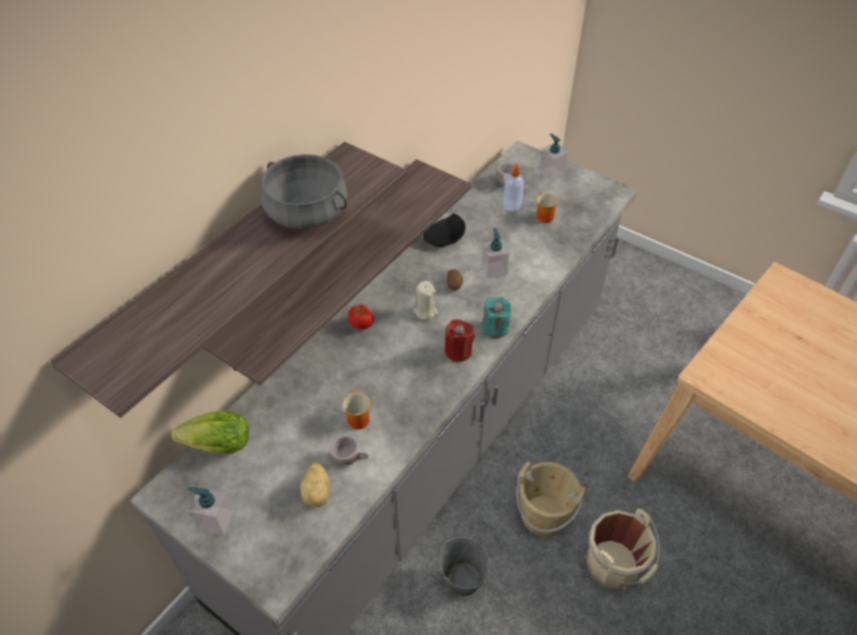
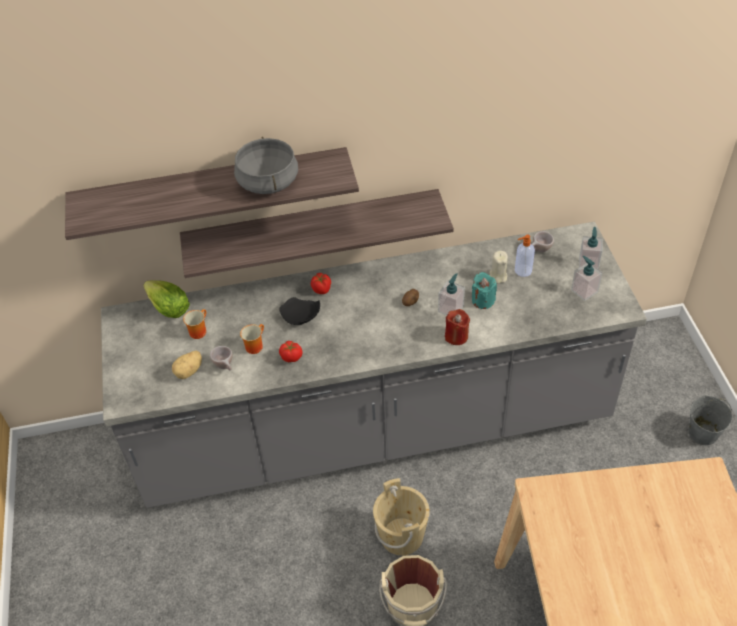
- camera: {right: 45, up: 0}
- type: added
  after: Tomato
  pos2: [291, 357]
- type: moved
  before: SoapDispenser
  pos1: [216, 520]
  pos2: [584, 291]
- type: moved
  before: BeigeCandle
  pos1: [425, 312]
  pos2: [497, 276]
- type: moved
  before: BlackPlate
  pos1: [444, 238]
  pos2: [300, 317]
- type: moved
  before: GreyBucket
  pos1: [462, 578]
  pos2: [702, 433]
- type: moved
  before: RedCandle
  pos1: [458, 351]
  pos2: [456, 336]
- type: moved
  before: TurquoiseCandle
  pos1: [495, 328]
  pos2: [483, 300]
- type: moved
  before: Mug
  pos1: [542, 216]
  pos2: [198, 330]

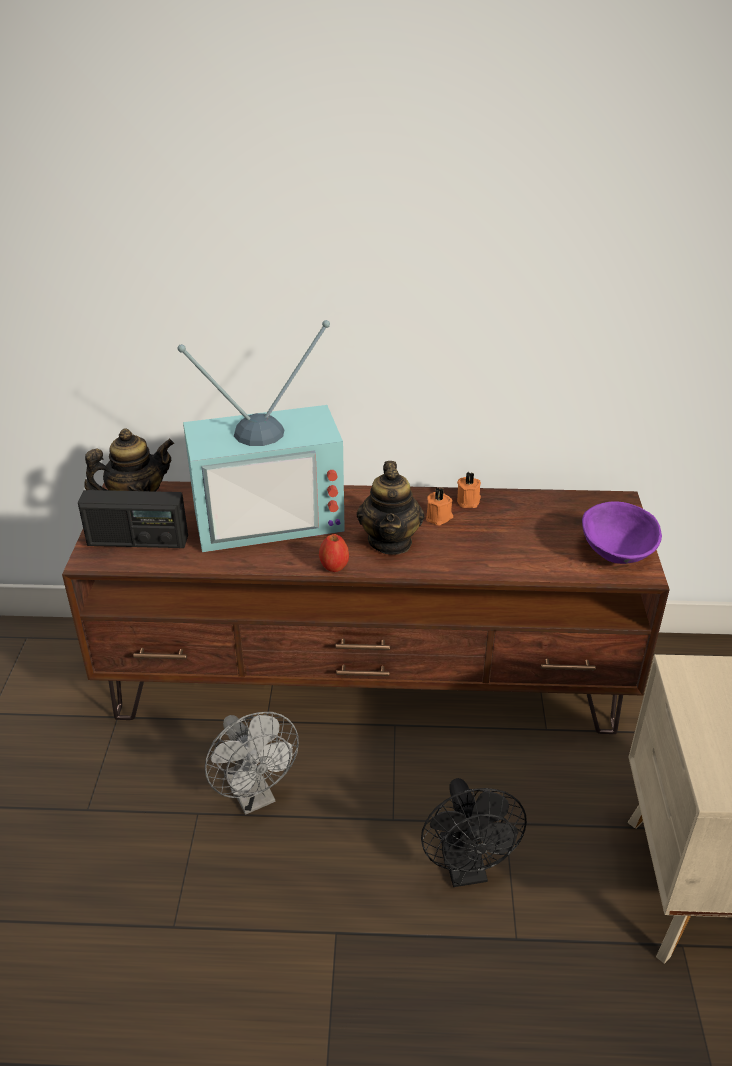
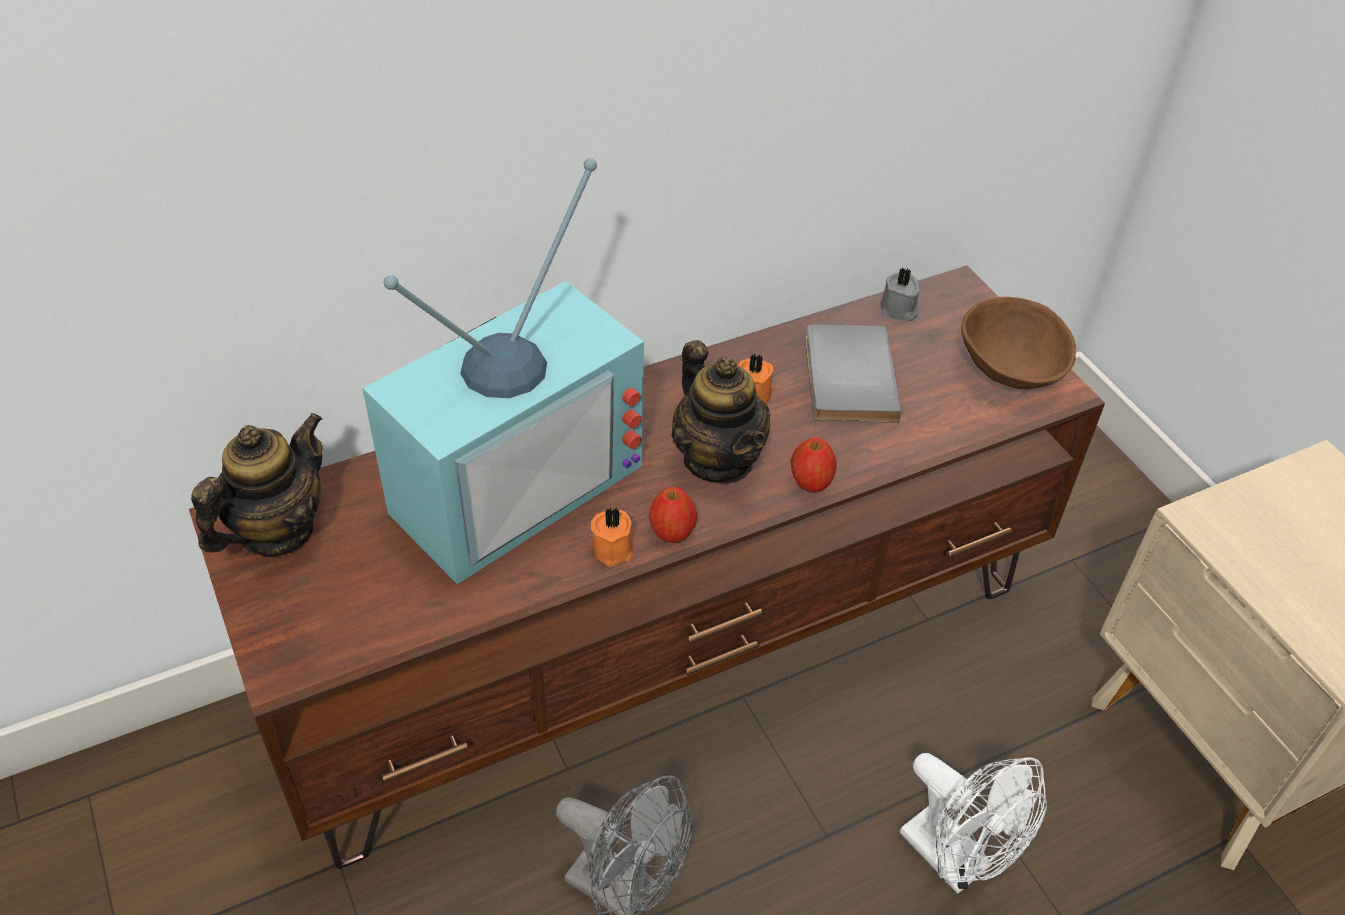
- camera: {right: -30, up: 10}
- type: removed
  before: Radio
  pos1: [137, 541]
- type: added
  after: Apple
  pos2: [810, 482]
- type: added
  after: GreyBook
  pos2: [845, 377]
- type: added
  after: GreyCandle
  pos2: [898, 310]
- type: moved
  before: OrangeCandle
  pos1: [469, 501]
  pos2: [614, 547]
- type: recoloured
  before: BlackFan
  after: WhiteFan
  pos1: [466, 869]
  pos2: [956, 860]
- type: recoloured
  before: PurpleBowl
  after: BrownBowl
  pos1: [616, 553]
  pos2: [1009, 370]

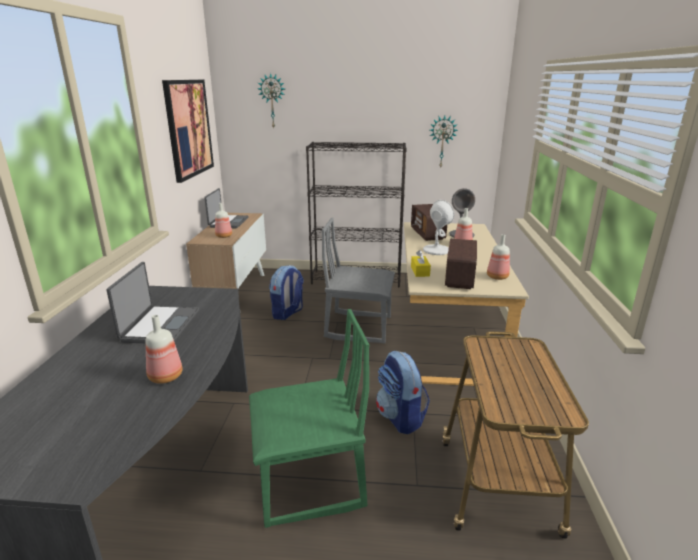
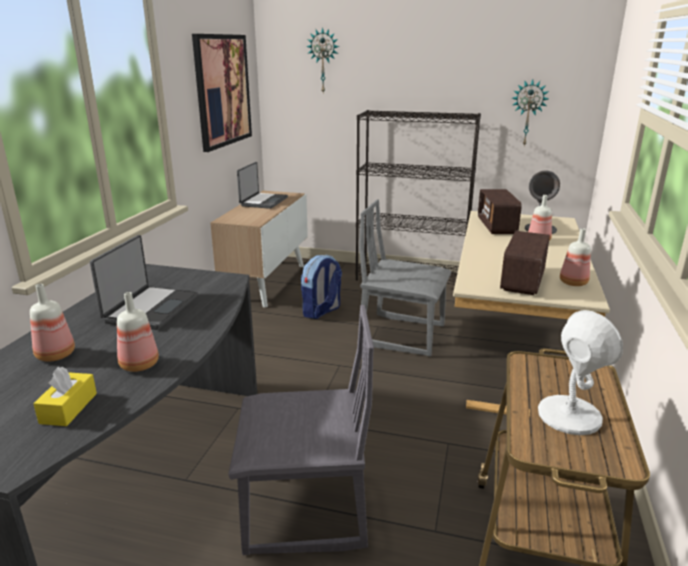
- camera: {right: 10, up: 0}
- type: removed
  before: Backpack
  pos1: [400, 417]
- type: moved
  before: Bottle
  pos1: [224, 236]
  pos2: [57, 355]
- type: moved
  before: YellowTissueBox
  pos1: [420, 271]
  pos2: [69, 408]
- type: moved
  before: WhiteTableLamp
  pos1: [436, 250]
  pos2: [568, 415]
- type: recoloured
  before: GreenChair
  after: GreyChair
  pos1: [309, 483]
  pos2: [305, 510]

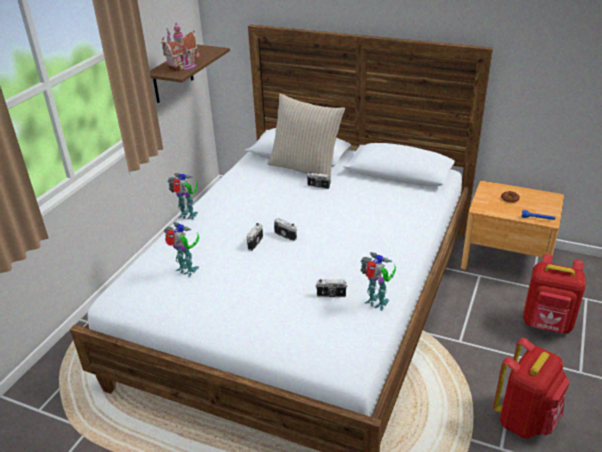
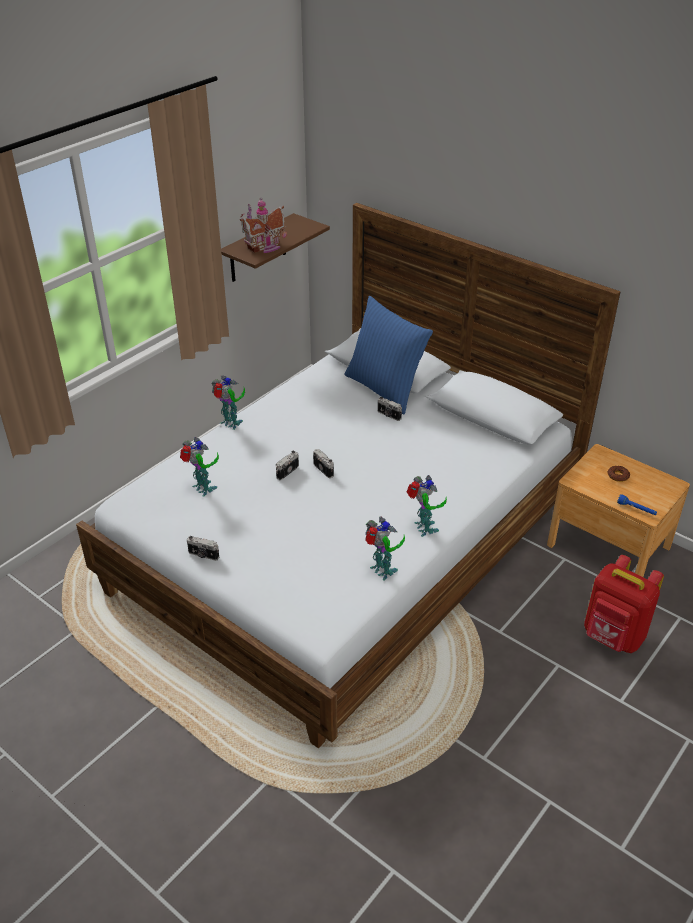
- camera: {right: 15, up: 5}
- type: removed
  before: RedBackpack
  pos1: [525, 419]
- type: added
  after: ToyRobot
  pos2: [424, 529]
- type: moved
  before: PhotoCamera
  pos1: [331, 295]
  pos2: [203, 555]
- type: recoloured
  before: BeigePillow
  after: BluePillow
  pos1: [305, 169]
  pos2: [385, 389]

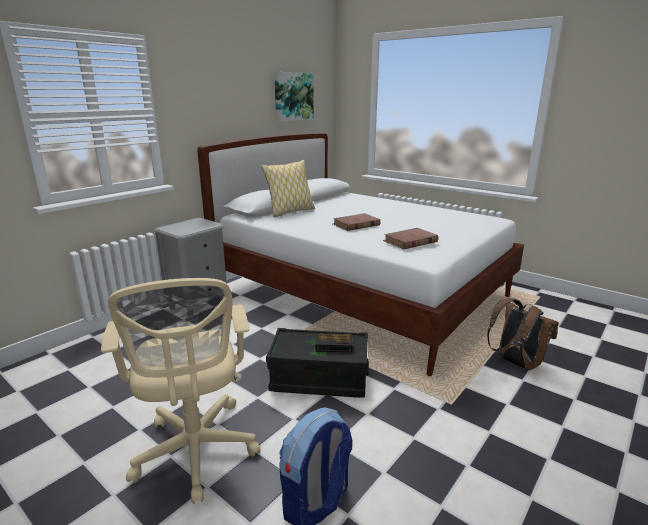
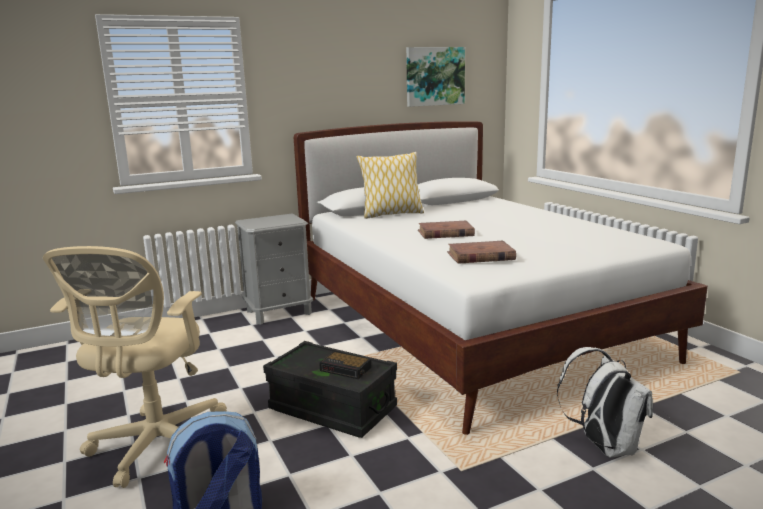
- camera: {right: 25, up: -5}
- type: recoloured
  before: BrownBackpack
  after: WhiteBackpack
  pos1: [515, 363]
  pos2: [604, 446]

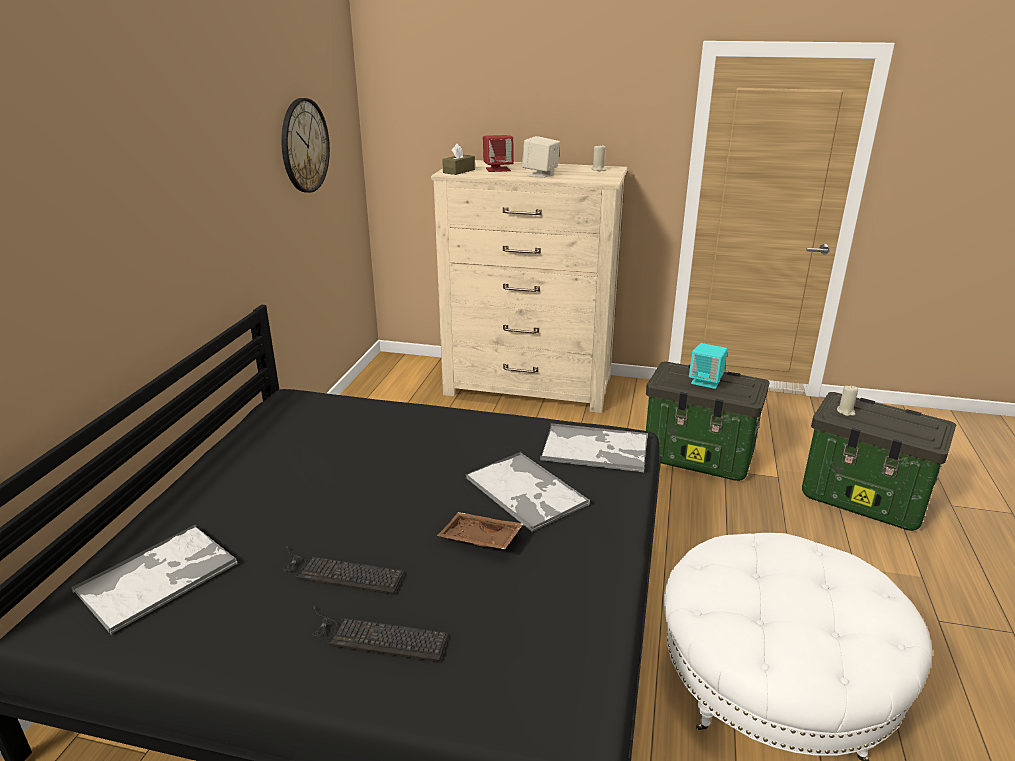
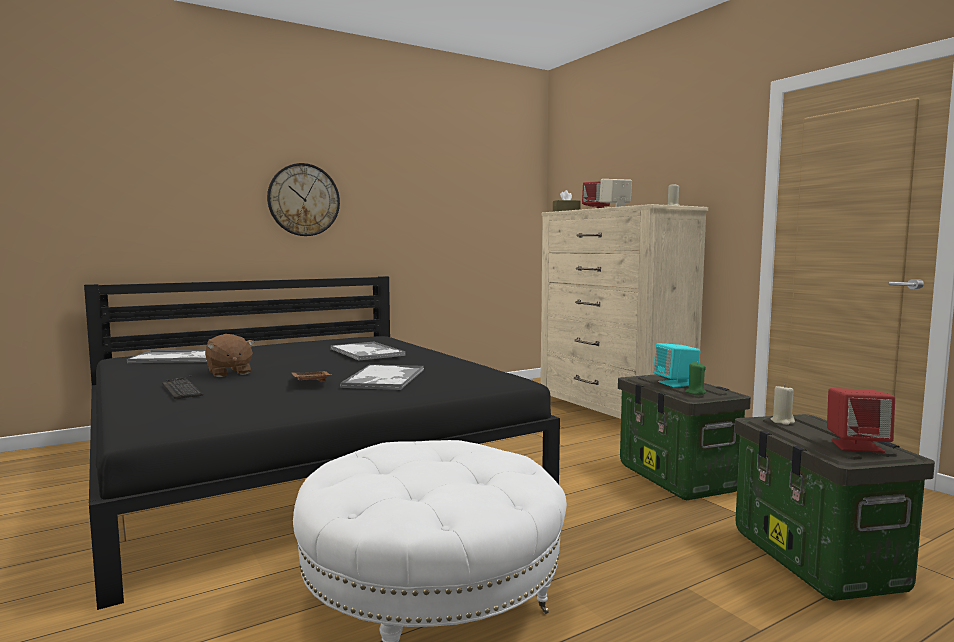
- camera: {right: 45, up: -20}
- type: added
  after: GreenCandle
  pos2: [695, 392]
- type: added
  after: RedSpeaker
  pos2: [856, 446]
- type: moved
  before: WallClock
  pos1: [304, 146]
  pos2: [303, 200]
- type: moved
  before: Tray
  pos1: [596, 449]
  pos2: [367, 352]
- type: replaced
  before: Keyboard
  after: BrownPlushToy
  pos1: [339, 572]
  pos2: [229, 373]

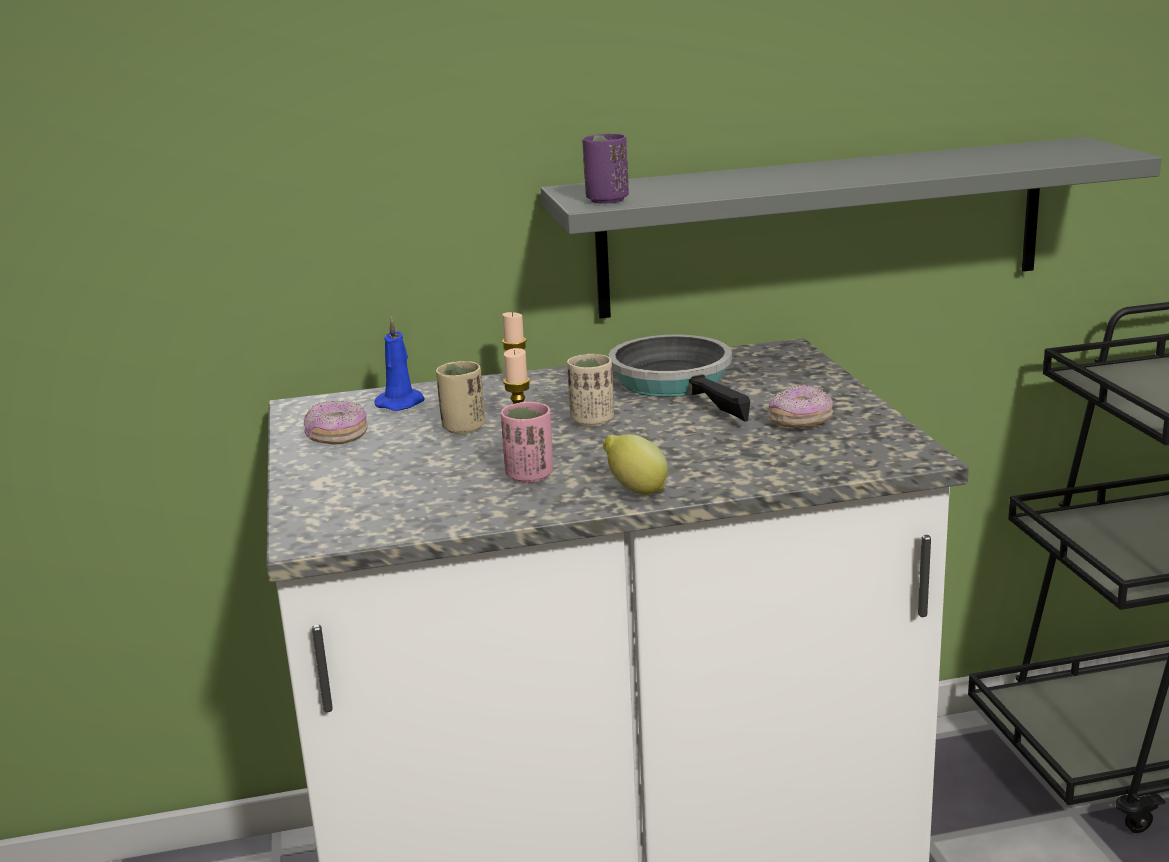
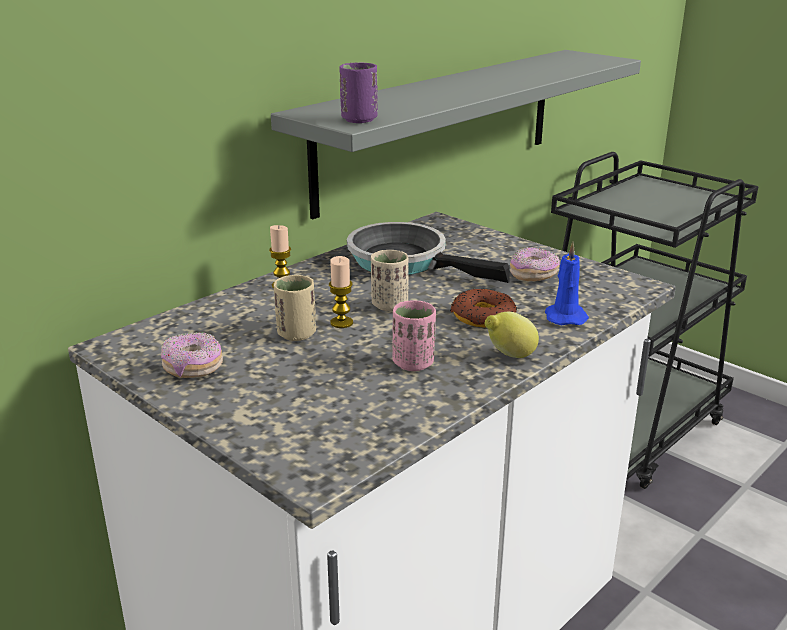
- camera: {right: -35, up: 5}
- type: added
  after: Donut
  pos2: [483, 316]
- type: moved
  before: BlueCandle
  pos1: [402, 403]
  pos2: [564, 316]

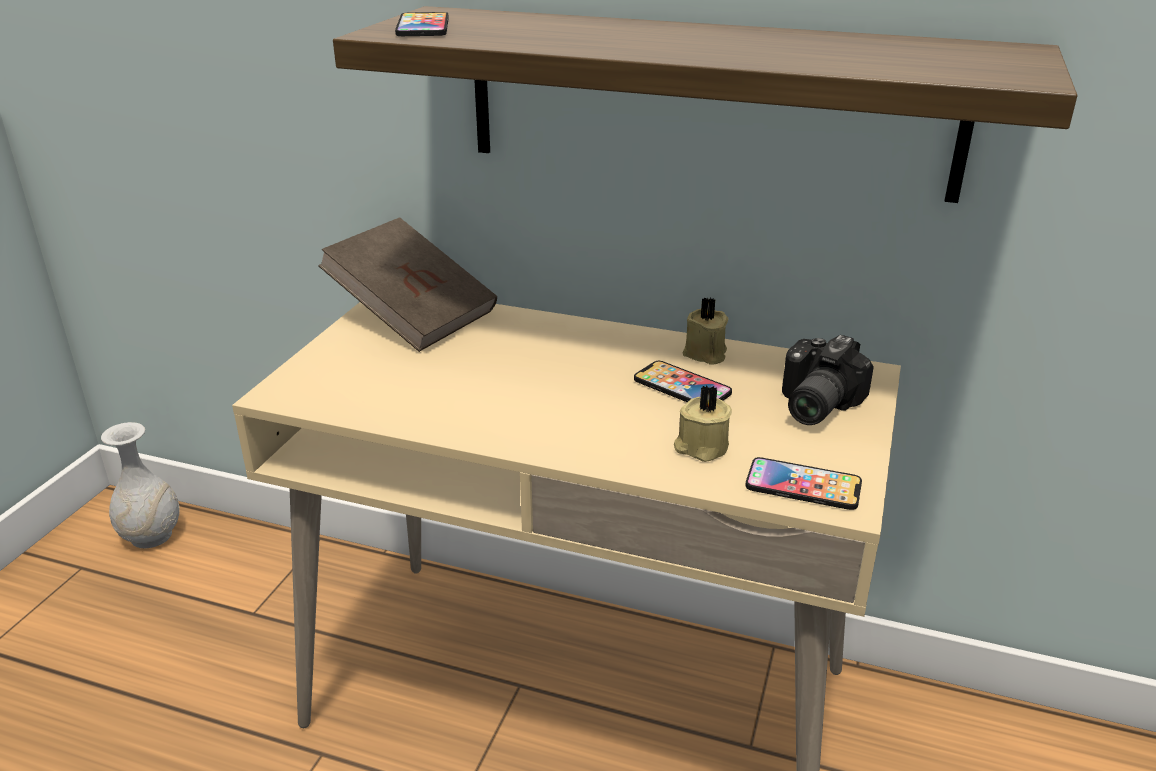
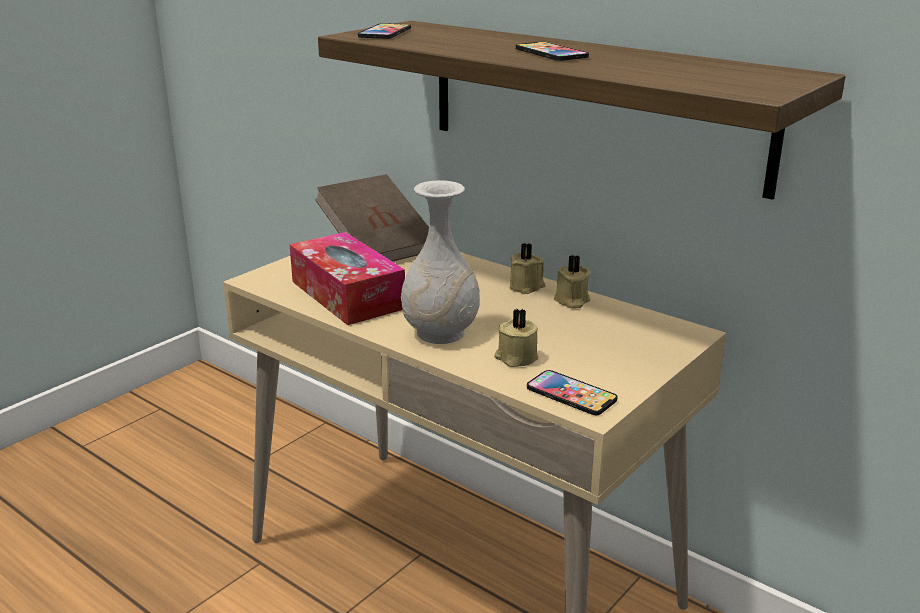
- camera: {right: 20, up: -5}
- type: removed
  before: PhotoCamera
  pos1: [812, 405]
- type: added
  after: TissueBox
  pos2: [347, 295]
- type: added
  after: BeigeCandle
  pos2: [527, 287]
- type: moved
  before: WhiteVase
  pos1: [152, 536]
  pos2: [441, 333]
- type: moved
  before: Phone
  pos1: [682, 387]
  pos2: [551, 53]

